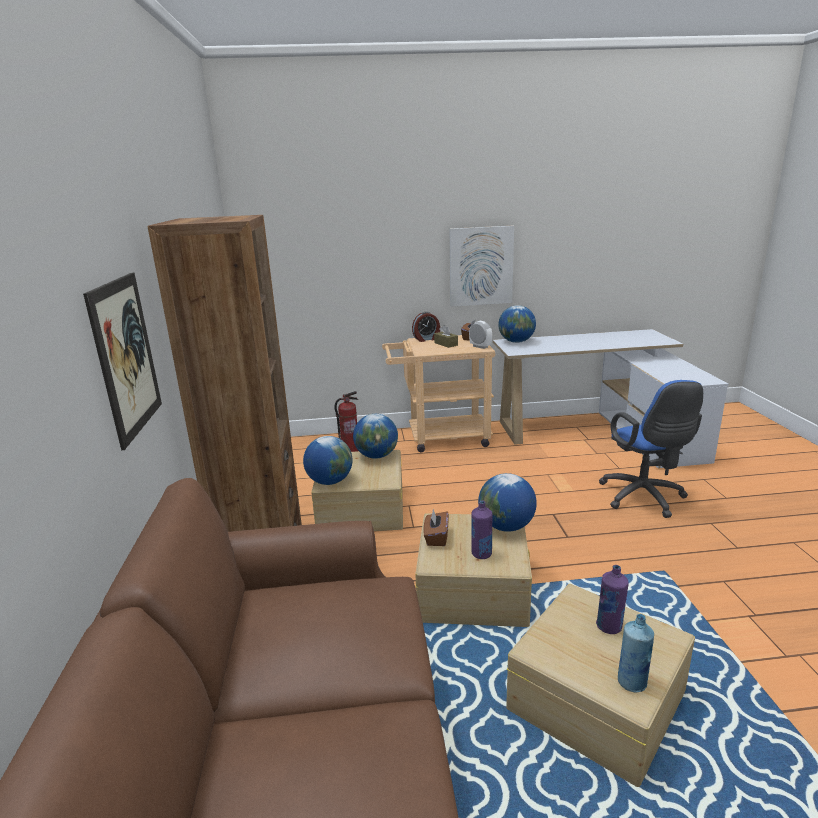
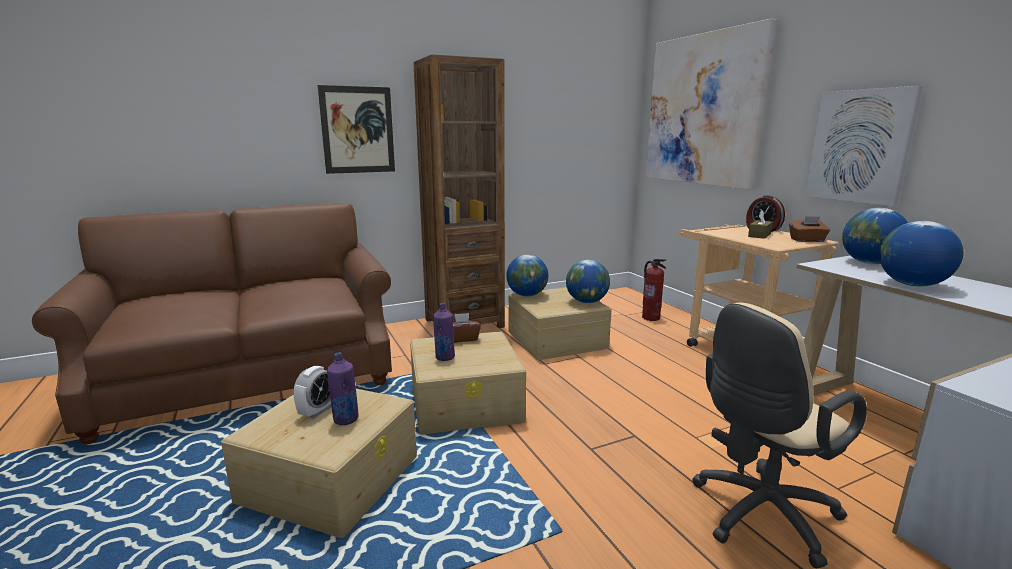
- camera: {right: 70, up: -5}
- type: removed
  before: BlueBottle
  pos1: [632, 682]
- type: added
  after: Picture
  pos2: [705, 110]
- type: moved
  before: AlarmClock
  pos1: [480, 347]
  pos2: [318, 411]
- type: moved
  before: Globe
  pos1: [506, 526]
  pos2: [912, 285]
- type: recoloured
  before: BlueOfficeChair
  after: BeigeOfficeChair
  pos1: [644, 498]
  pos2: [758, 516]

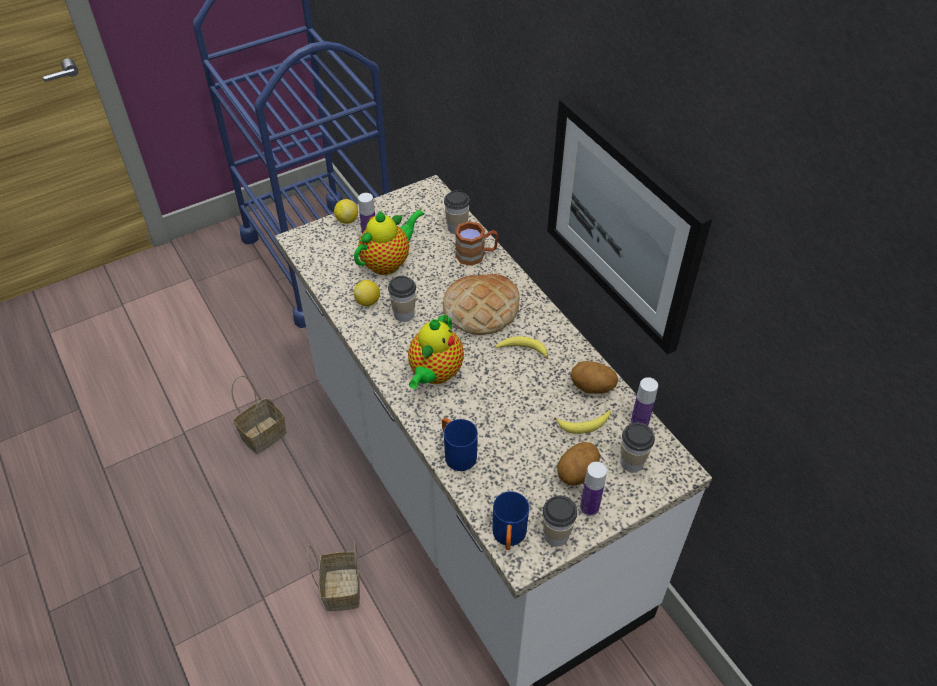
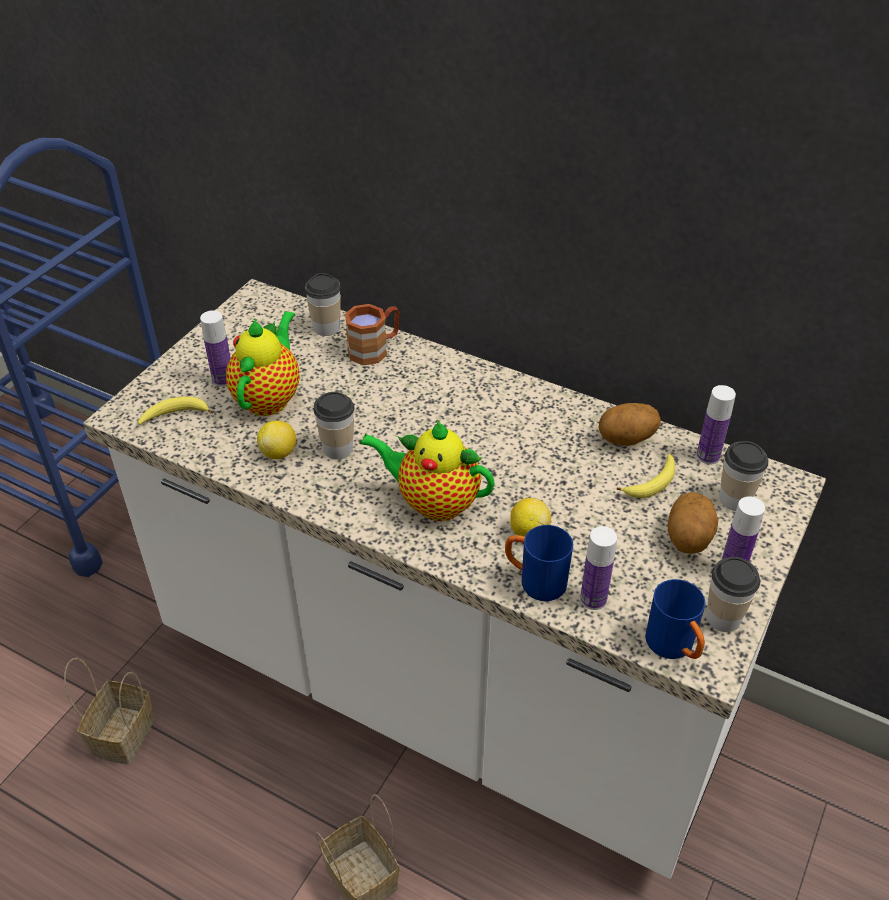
- camera: {right: -30, up: -5}
- type: removed
  before: Bread
  pos1: [481, 308]
- type: removed
  before: Picture
  pos1: [622, 224]
- type: added
  after: Bottle
  pos2: [593, 599]
- type: moved
  before: Lemon
  pos1: [347, 220]
  pos2: [529, 532]
- type: moved
  before: Banana
  pos1: [522, 349]
  pos2: [175, 415]
- type: turned
  before: Teapot
  pos1: [434, 374]
  pos2: [433, 502]
  turn: 120

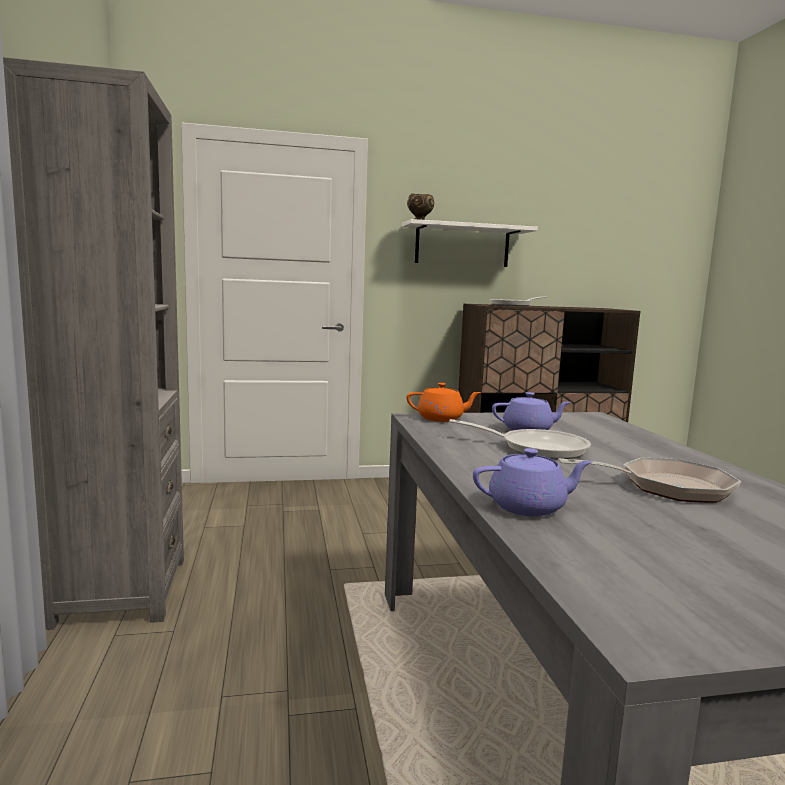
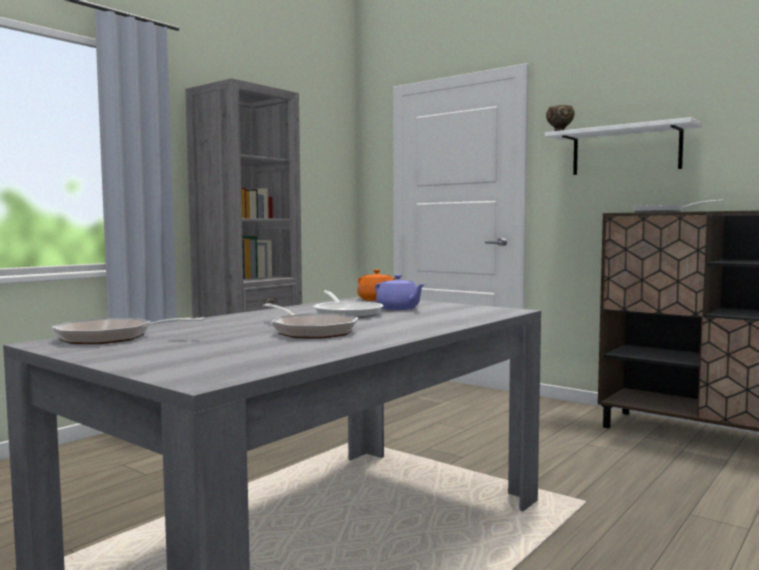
- camera: {right: 50, up: -5}
- type: removed
  before: PurpleTeapot
  pos1: [529, 507]
- type: added
  after: FryingPan
  pos2: [112, 338]

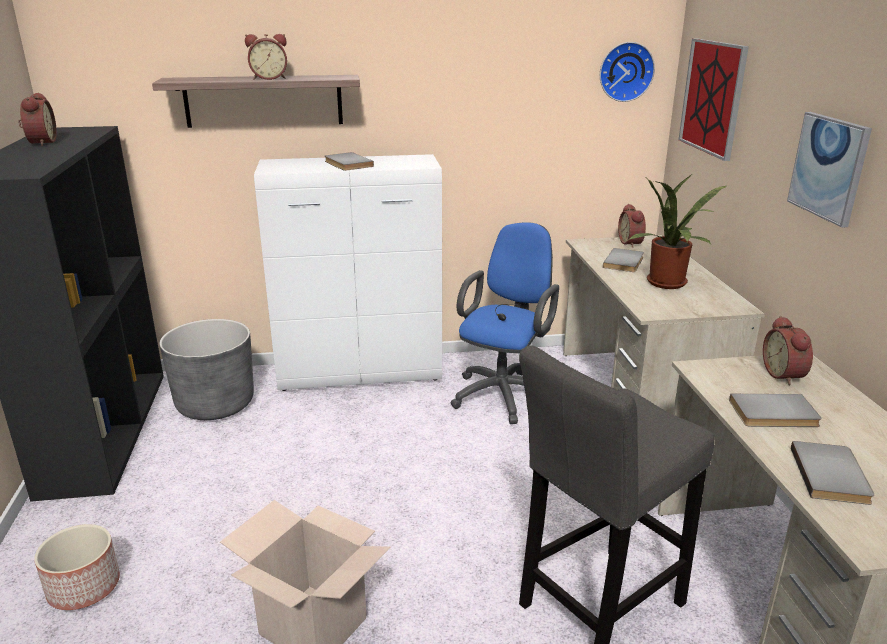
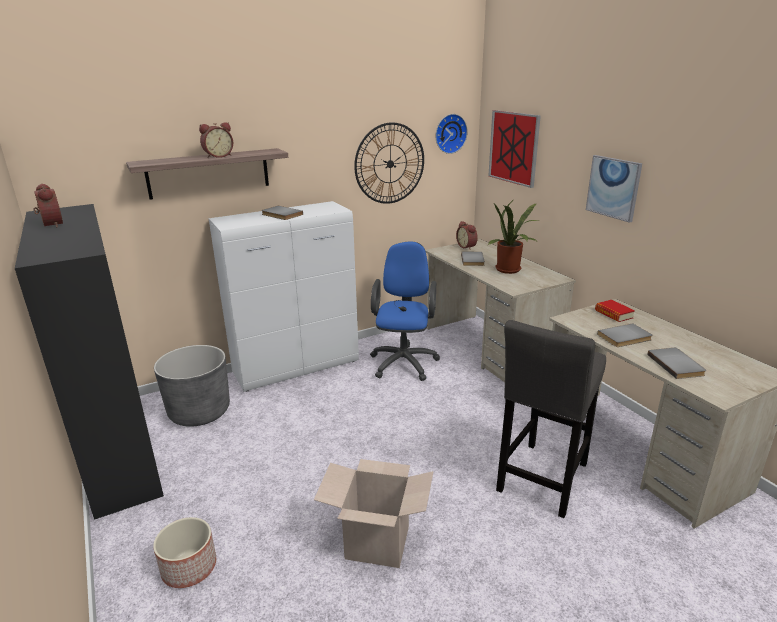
- camera: {right: -20, up: 0}
- type: added
  after: WallClock
  pos2: [390, 164]
- type: replaced
  before: AlarmClock
  after: Book
  pos1: [785, 375]
  pos2: [613, 314]

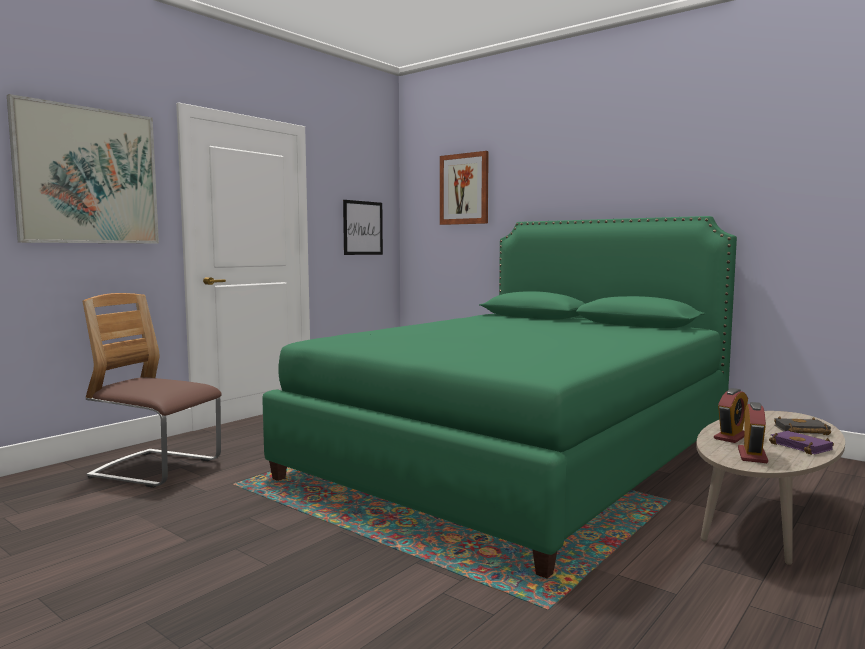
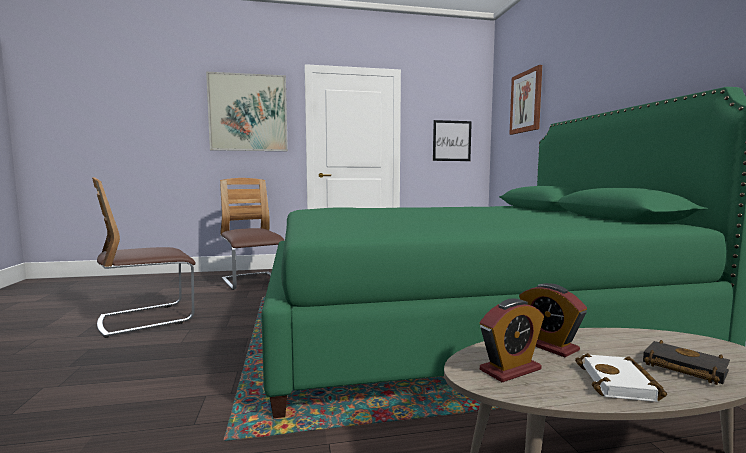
- camera: {right: 40, up: 0}
- type: added
  after: Chair
  pos2: [147, 319]
- type: recoloured
  before: PurpleBook
  after: WhiteBook
  pos1: [803, 447]
  pos2: [620, 384]
- type: turned
  before: AlarmClock
  pos1: [731, 437]
  pos2: [548, 346]
  turn: 60

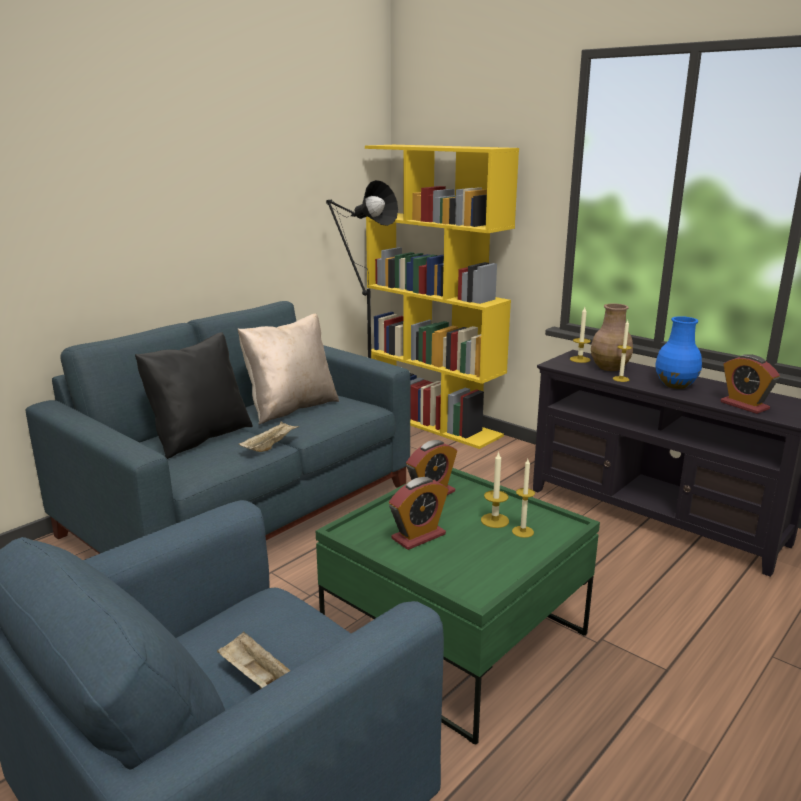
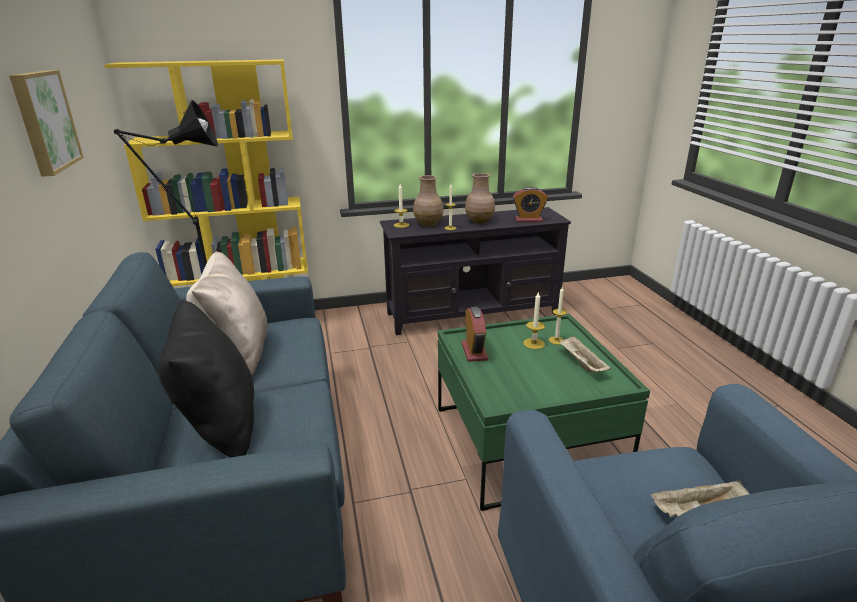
- camera: {right: -55, up: 5}
- type: removed
  before: AlarmClock
  pos1: [418, 536]
- type: added
  after: Picture
  pos2: [44, 121]
- type: moved
  before: BeigeTray
  pos1: [270, 446]
  pos2: [581, 363]
- type: recoloured
  before: BlueVase
  after: BrownVase
  pos1: [674, 385]
  pos2: [479, 221]

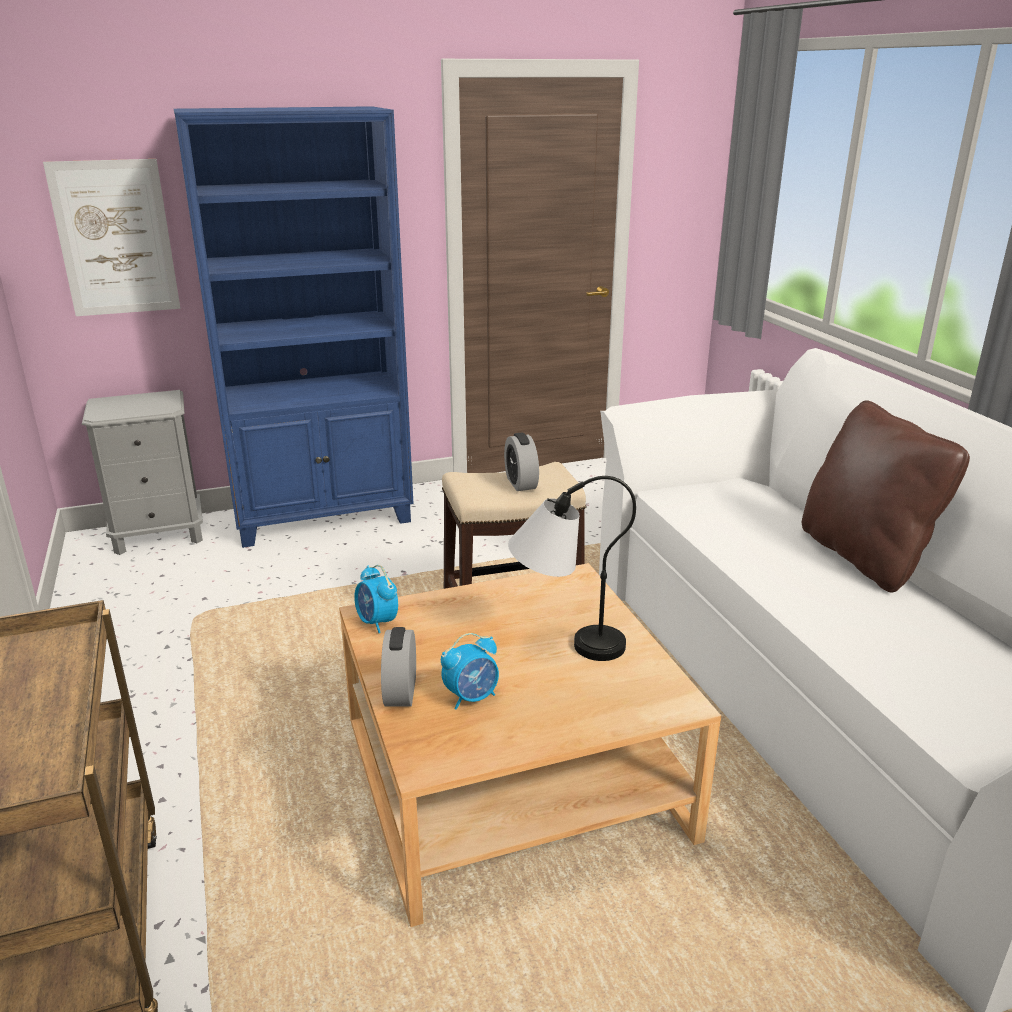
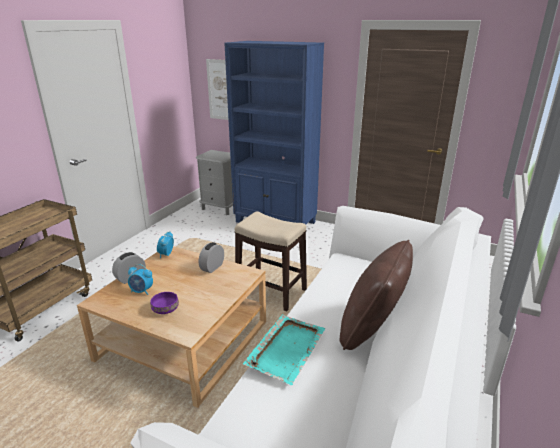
- camera: {right: 45, up: 0}
- type: removed
  before: TableLamp
  pos1: [564, 642]
- type: added
  after: PurpleBowl
  pos2: [165, 309]
- type: added
  after: TurquoiseTray
  pos2: [286, 348]
- type: moved
  before: AlarmClock
  pos1: [521, 483]
  pos2: [212, 267]

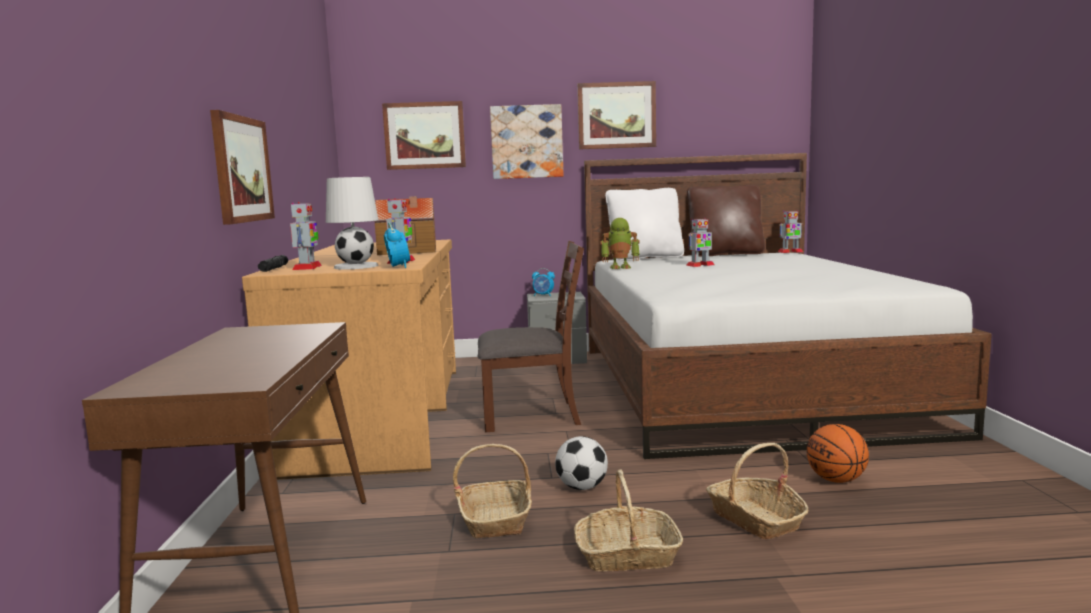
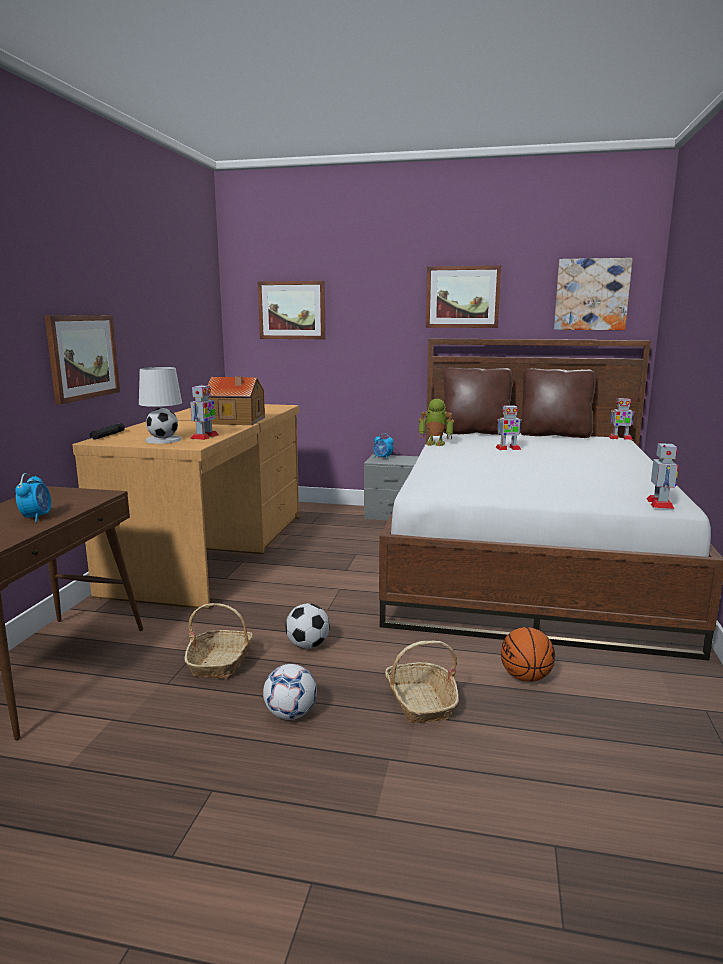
- camera: {right: 15, up: 5}
- type: removed
  before: BrownChair
  pos1: [532, 415]
- type: moved
  before: ToyRobot
  pos1: [307, 268]
  pos2: [660, 503]
- type: moved
  before: AlarmClock
  pos1: [398, 267]
  pos2: [36, 517]
- type: moved
  before: Picture
  pos1: [526, 142]
  pos2: [591, 294]
- type: replaced
  before: Basket
  after: Football
  pos1: [627, 555]
  pos2: [290, 714]
- type: recoloured
  before: WhitePillow
  after: BrownPillow
  pos1: [645, 258]
  pos2: [475, 432]

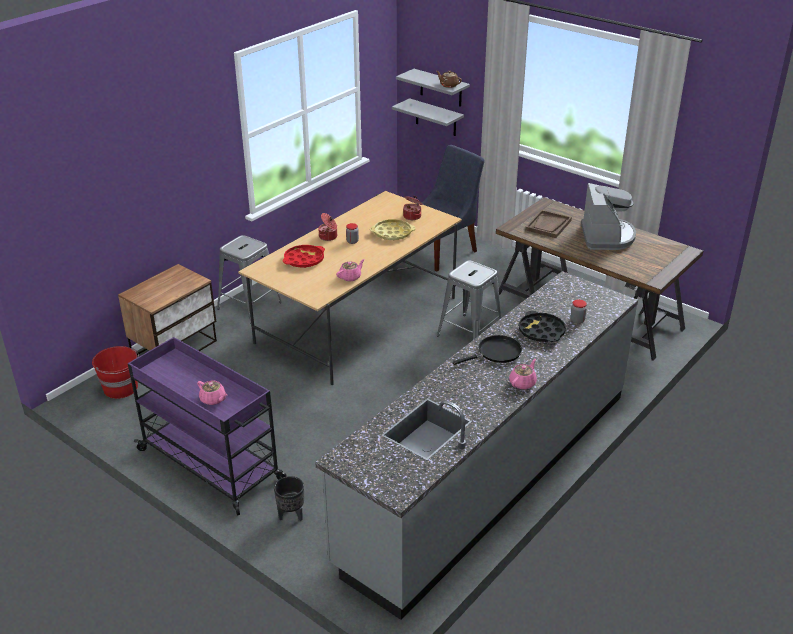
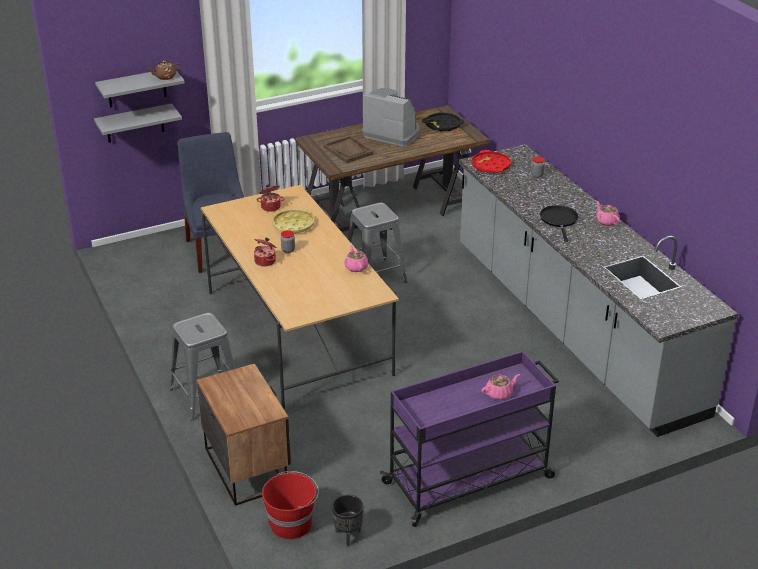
- camera: {right: -65, up: 0}
- type: moved
  before: BlackPlanter
  pos1: [291, 515]
  pos2: [348, 536]
- type: moved
  before: RedTray
  pos1: [304, 260]
  pos2: [490, 166]
- type: moved
  before: BlackTray
  pos1: [541, 331]
  pos2: [443, 125]

